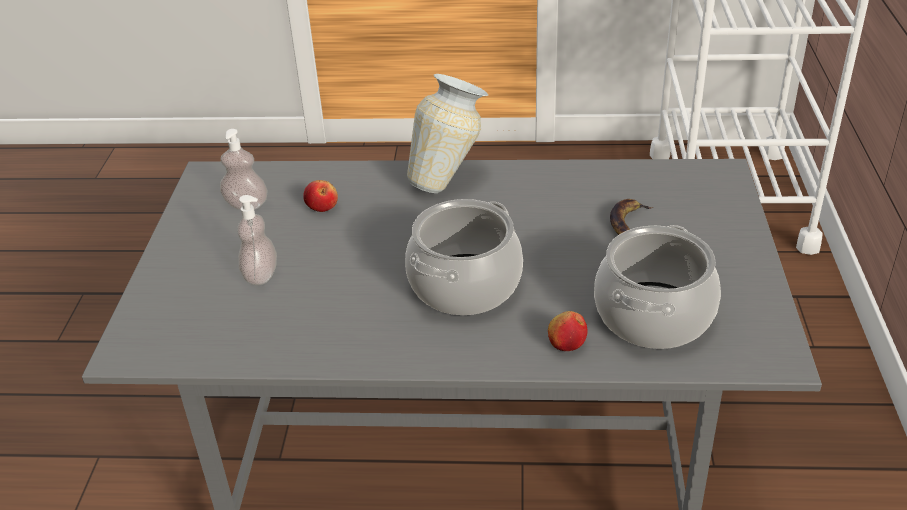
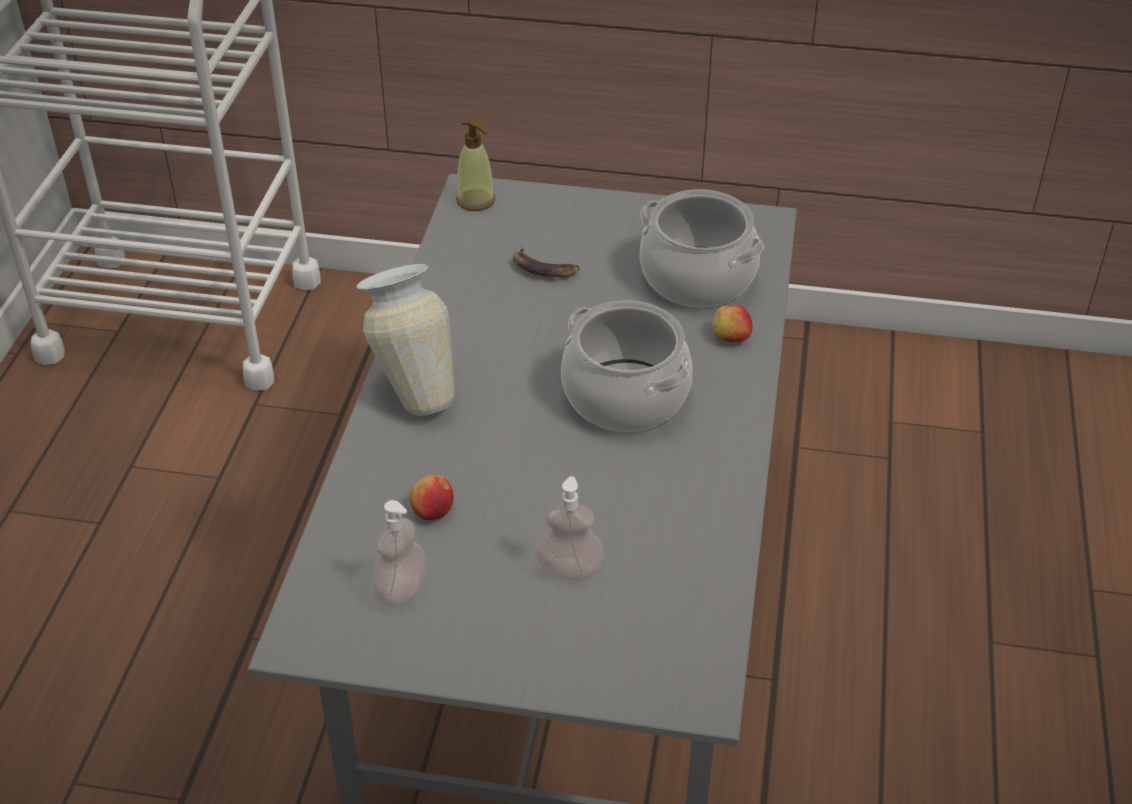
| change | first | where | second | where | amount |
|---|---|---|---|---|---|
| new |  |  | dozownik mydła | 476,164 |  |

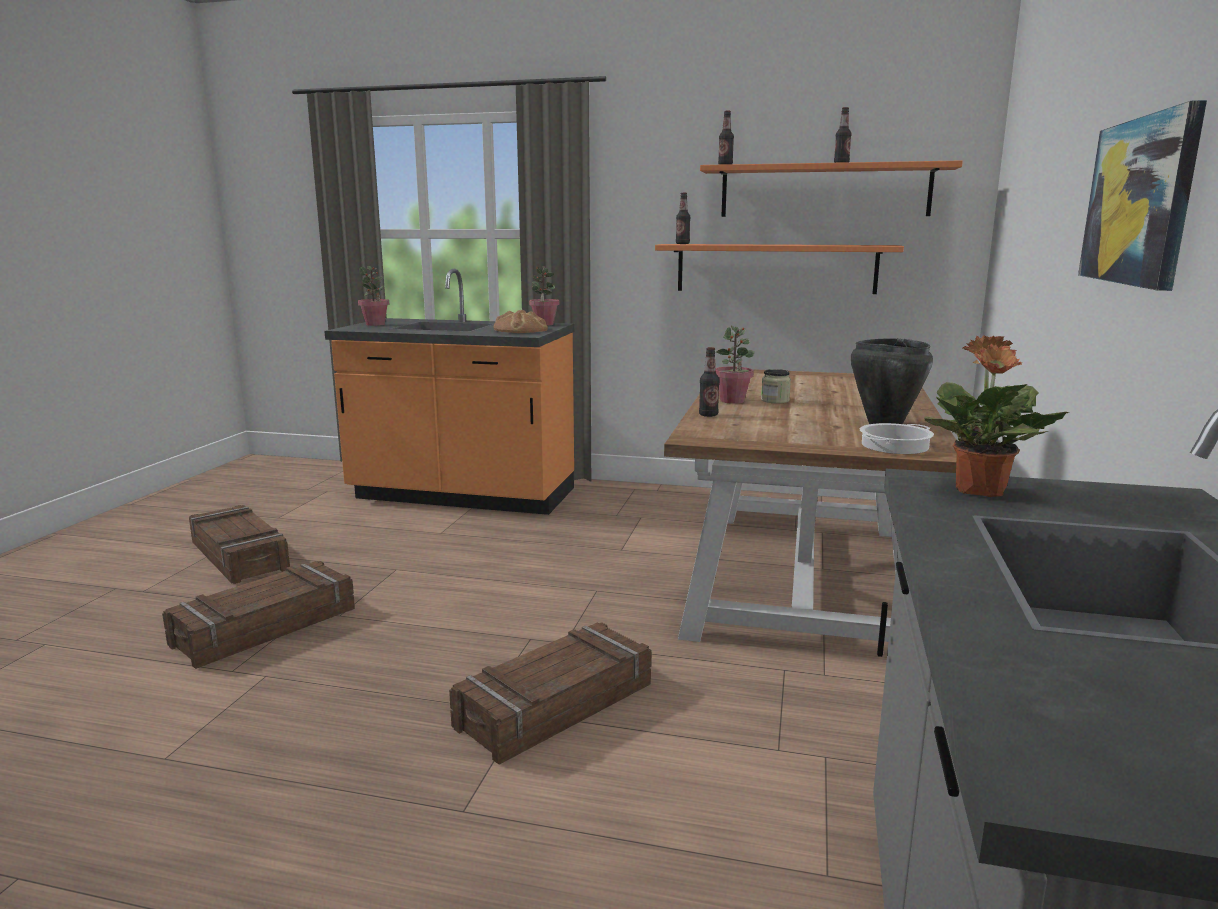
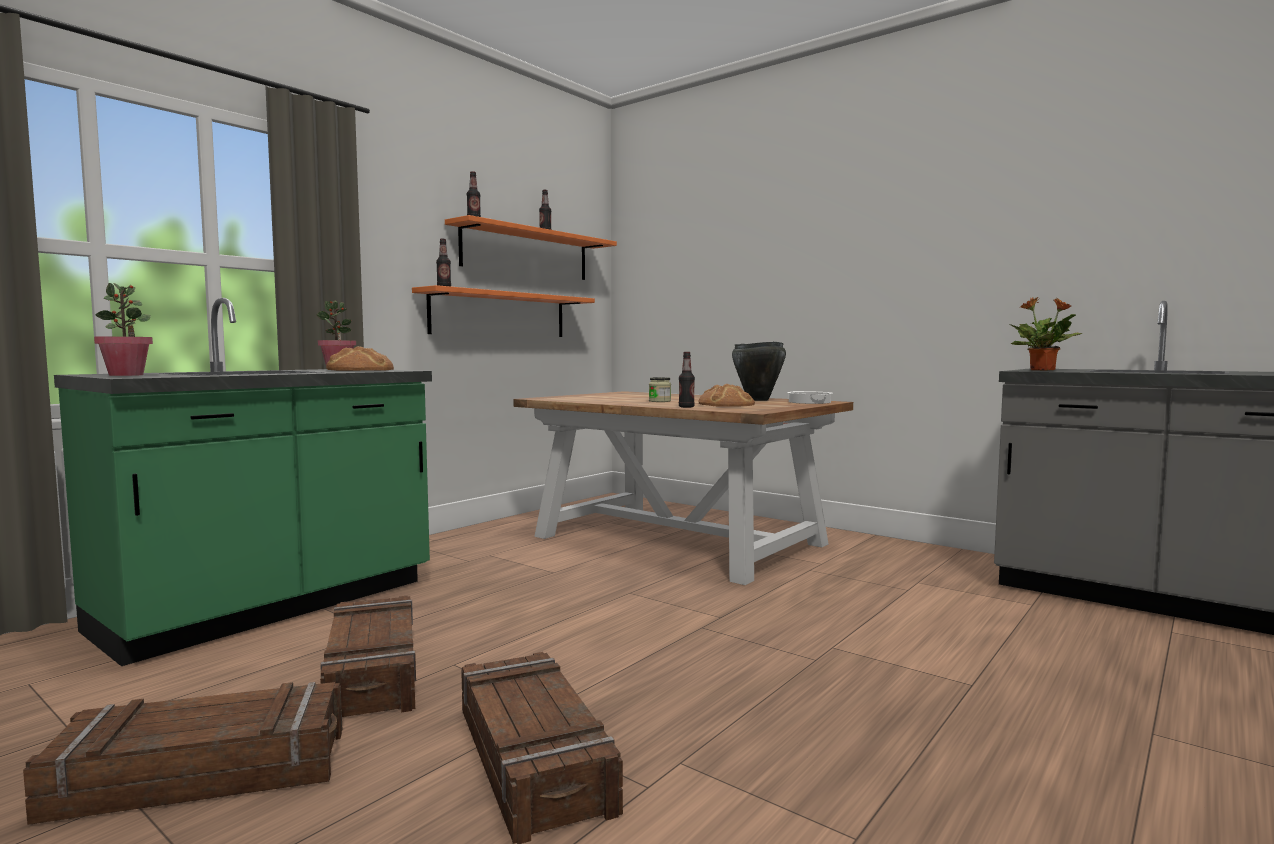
| change | first | where | second | where | amount |
|---|---|---|---|---|---|
| repainted | zabudowa kuchenna (pomarańczowy) | 449,392 | zabudowa kuchenna (zielony) | 243,482 |  |
| shifted | skrzynka | 550,693 |  | 368,656 |  |
| new |  |  | chleb | 726,395 |  |
| gone | roślina doniczkowa | 735,365 |  |  |  |
| gone | obraz | 1142,195 |  |  |  |

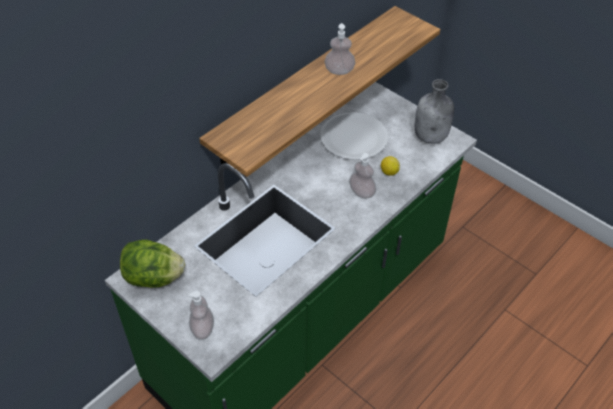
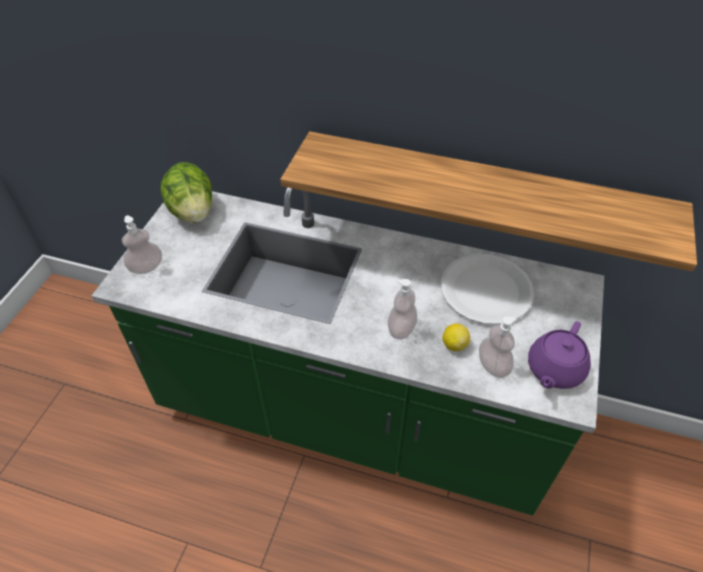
| change | first | where | second | where | amount |
|---|---|---|---|---|---|
| shifted | dozownik mydła | 340,49 |  | 497,347 |  |
| swapped | butelka (szary) | 434,111 | imbryk (fioletowy) | 559,355 |  |

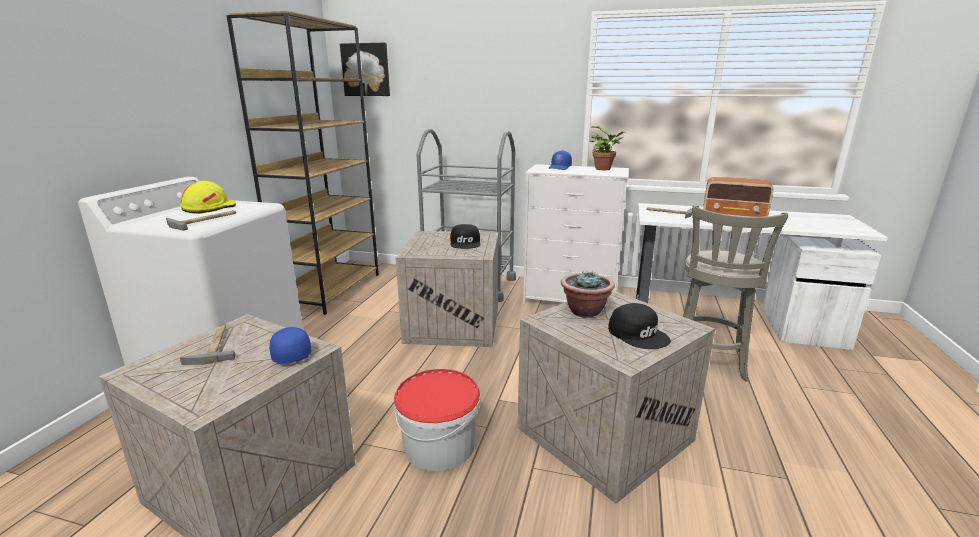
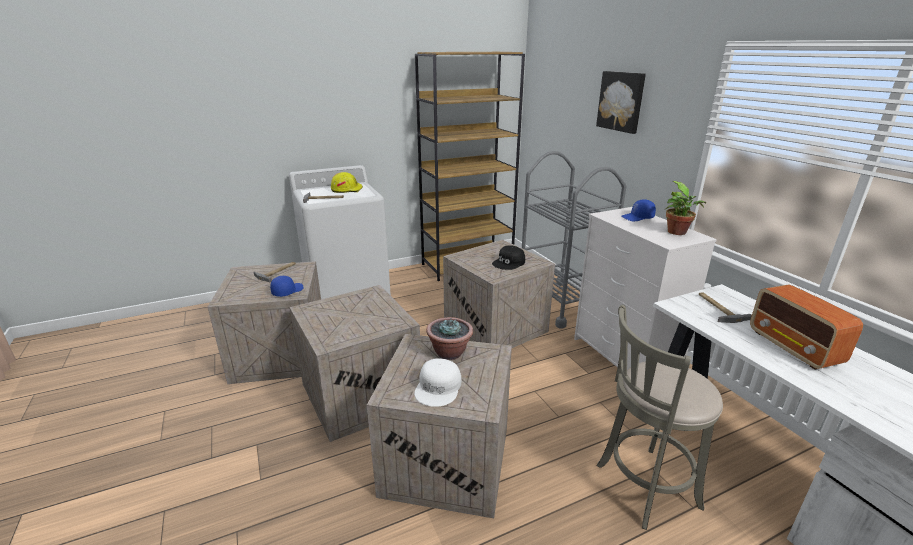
| change | first | where | second | where | amount |
|---|---|---|---|---|---|
| swapped | wiadro | 437,420 | skrzynka | 355,363 |  |
| repainted | czapka z daszkiem (czarny) | 639,326 | czapka z daszkiem (biały) | 437,383 |  |
| shifted | obraz | 365,69 |  | 621,102 |  |

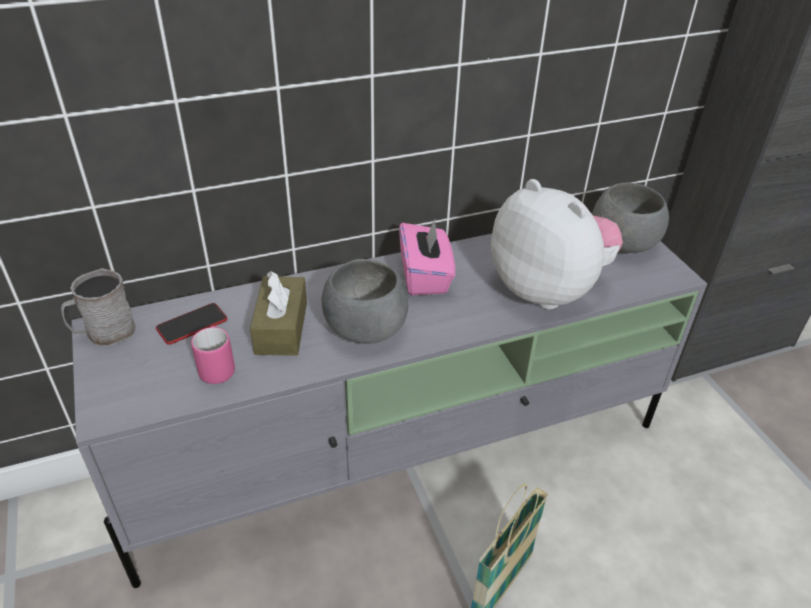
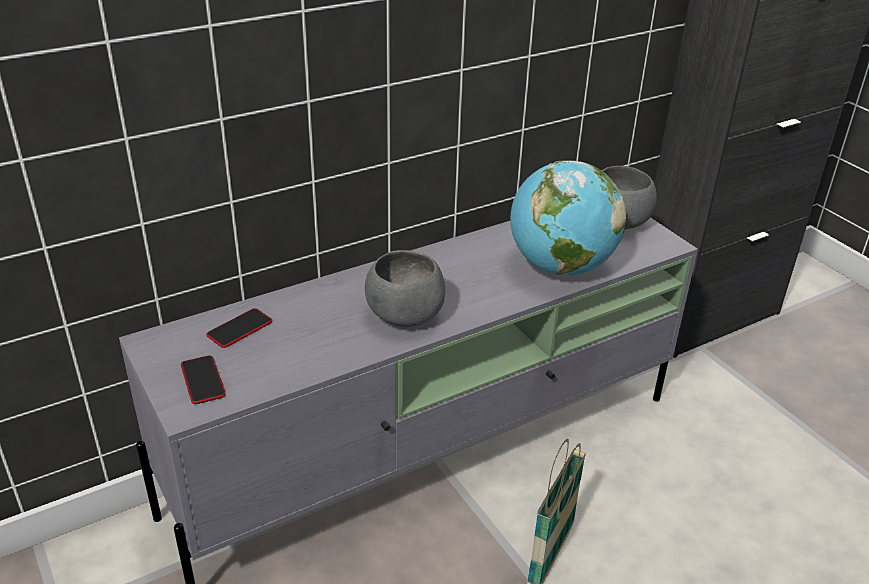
| change | first | where | second | where | amount |
|---|---|---|---|---|---|
| new |  |  | telefon | 203,380 |  |
| swapped | pluszak | 557,244 | globus | 568,217 |  |
| gone | kubek (szary) | 98,307 |  |  |  |
| gone | kubek (różowy) | 213,355 |  |  |  |
| gone | pudełko chusteczek (brązowy) | 278,313 |  |  |  |
| gone | pudełko chusteczek (różowy) | 427,257 |  |  |  |

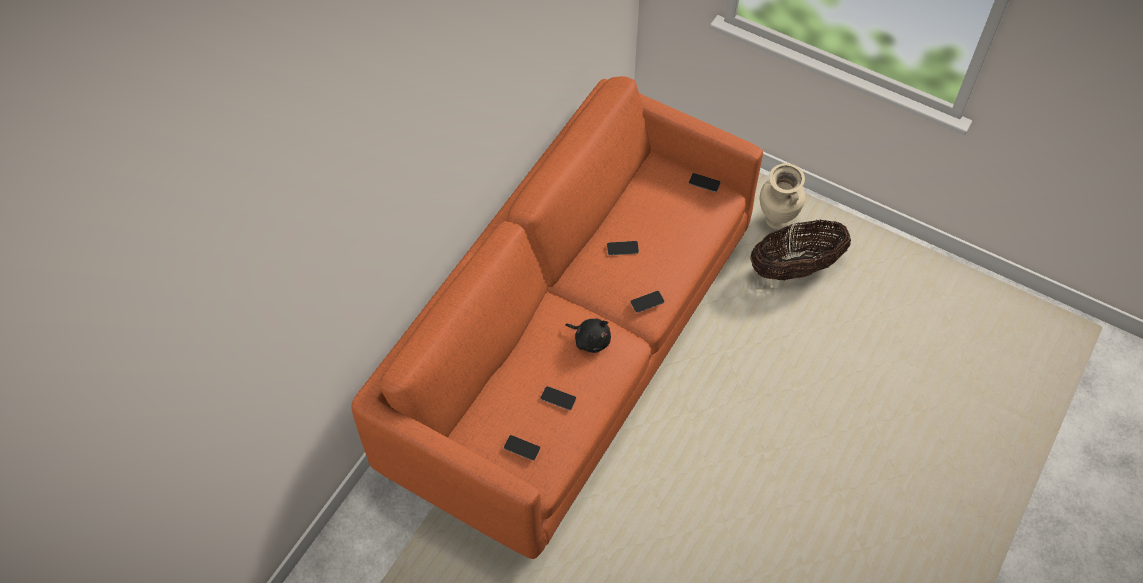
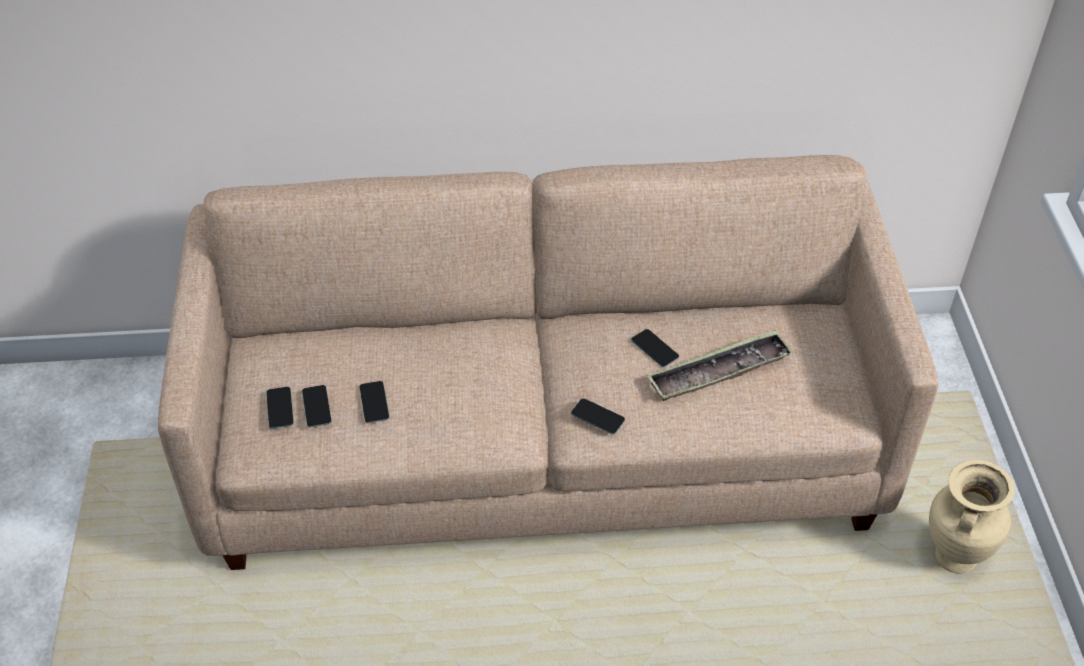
| change | first | where | second | where | amount |
|---|---|---|---|---|---|
| repainted | kanapa (pomarańczowy) | 557,317 | kanapa (beżowy) | 548,362 |  |
| shifted | telefon | 705,182 |  | 317,406 |  |
| new |  |  | taca | 720,365 |  |
| gone | pluszak (czarny) | 588,336 |  |  |  |
| gone | koszyk | 800,250 |  |  |  |

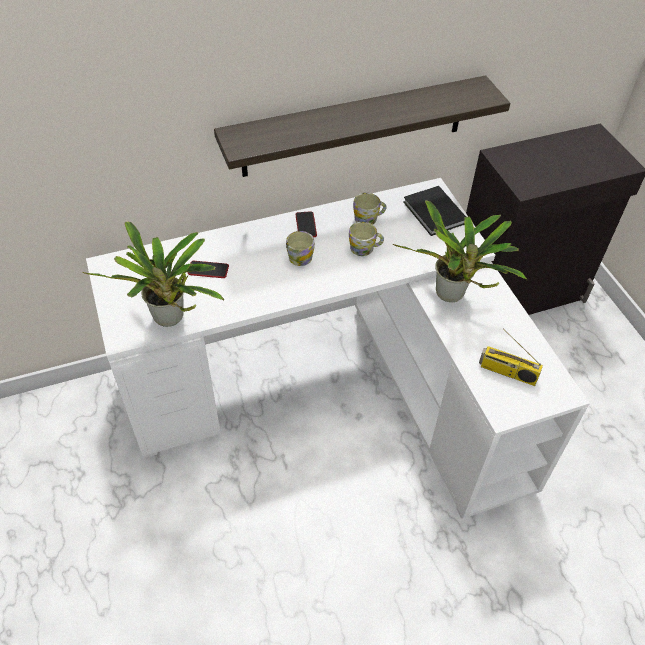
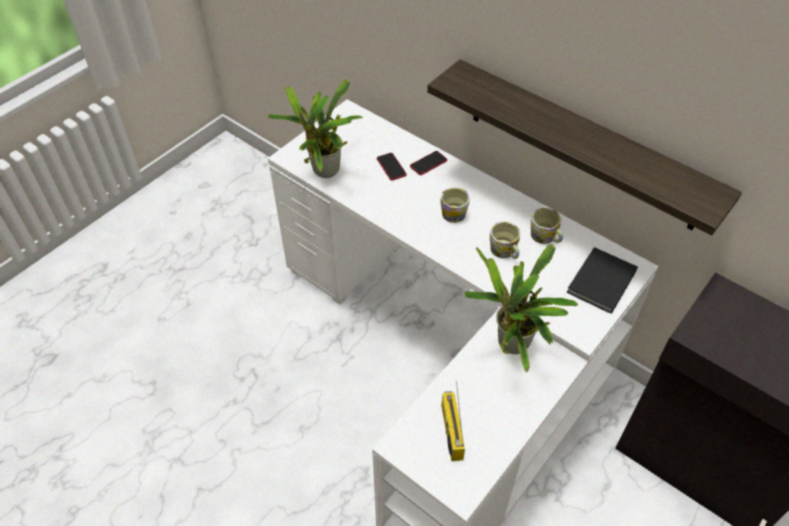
| change | first | where | second | where | amount |
|---|---|---|---|---|---|
| shifted | telefon | 306,224 |  | 428,163 |  |

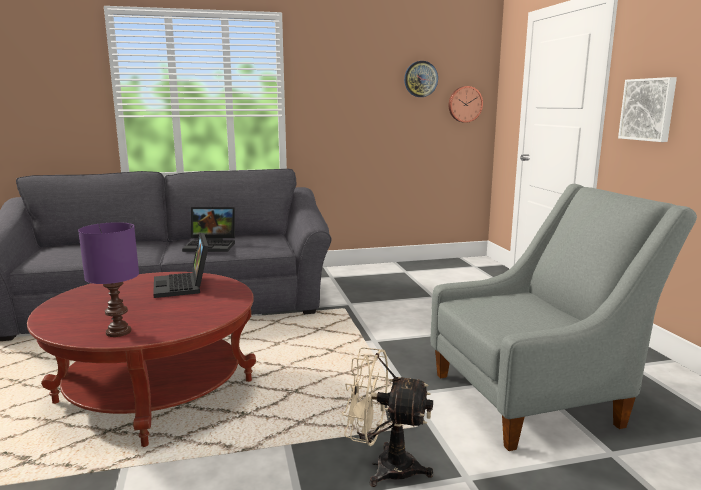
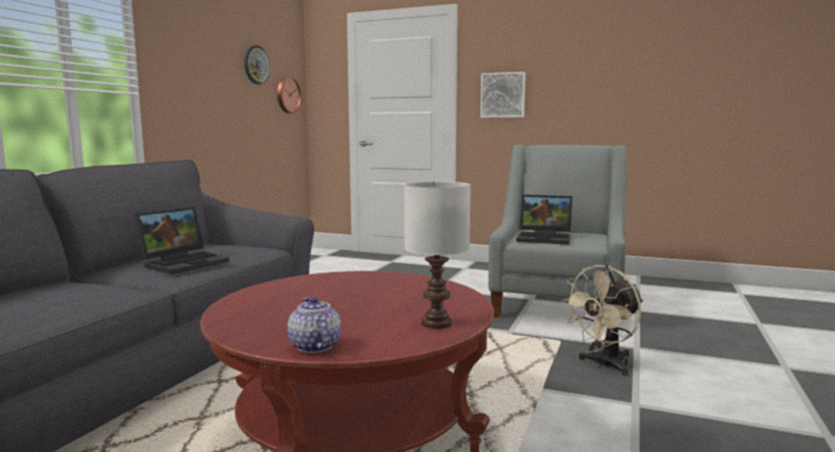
| change | first | where | second | where | amount |
|---|---|---|---|---|---|
| new |  |  | imbryk | 314,325 |  |
| repainted | lampa stołowa (fioletowy) | 108,279 | lampa stołowa (biały) | 437,255 |  |
| shifted | laptop | 181,265 |  | 544,220 |  |

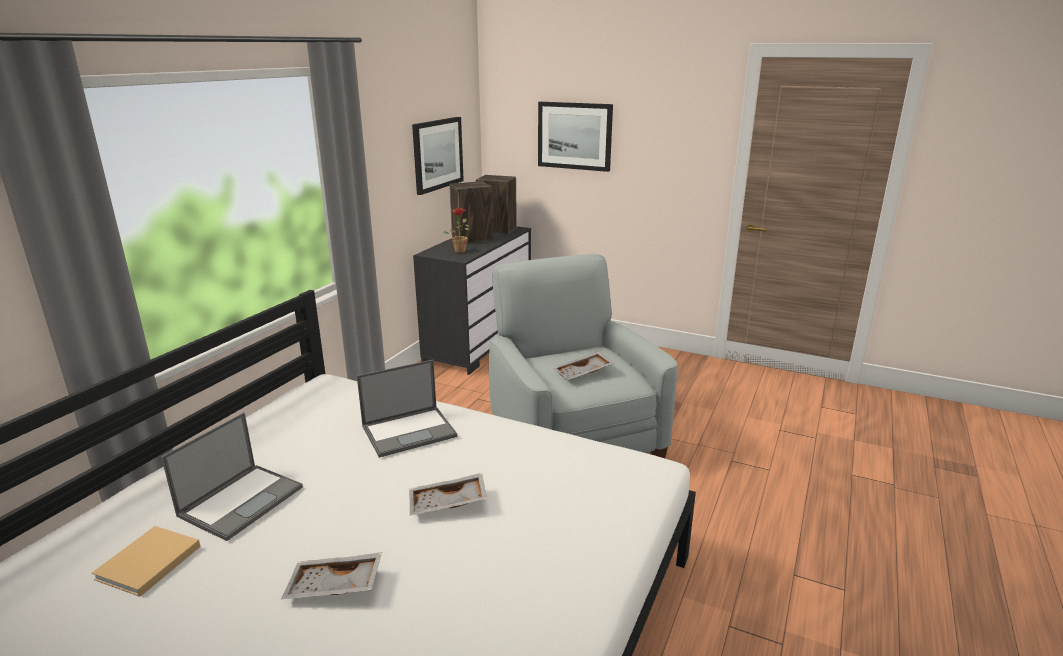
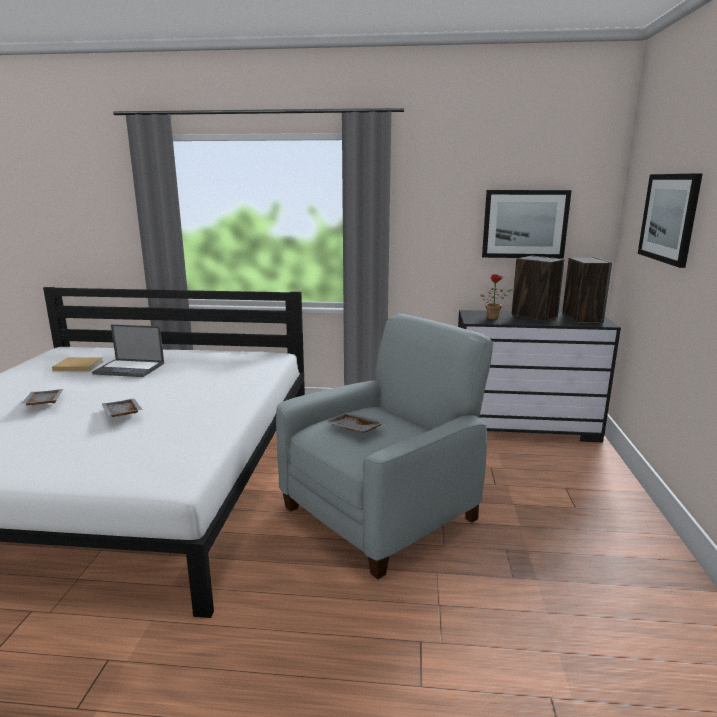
| change | first | where | second | where | amount |
|---|---|---|---|---|---|
| gone | laptop | 407,409 |  |  |  |

